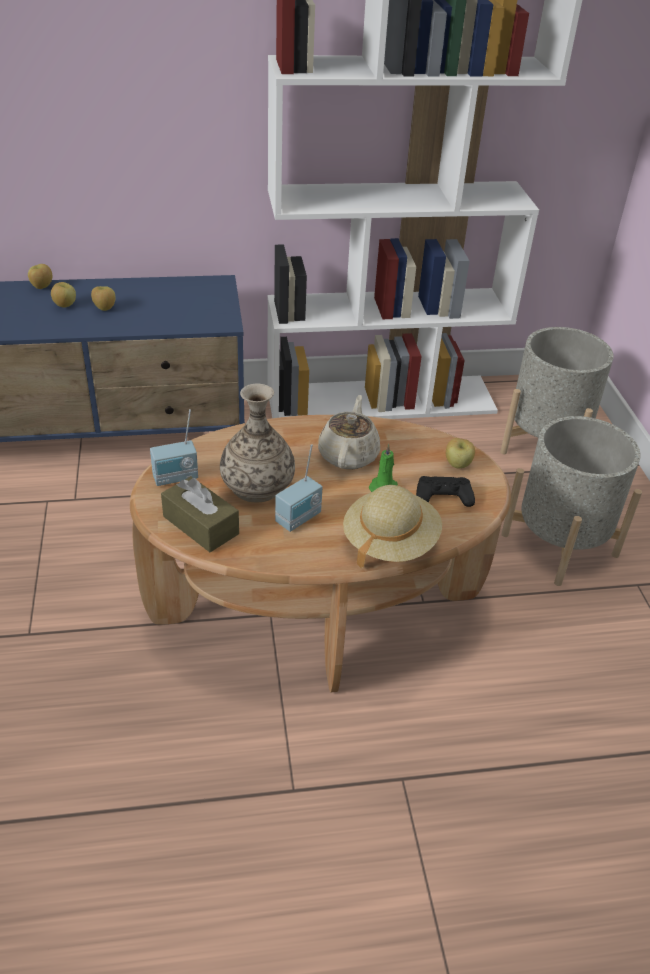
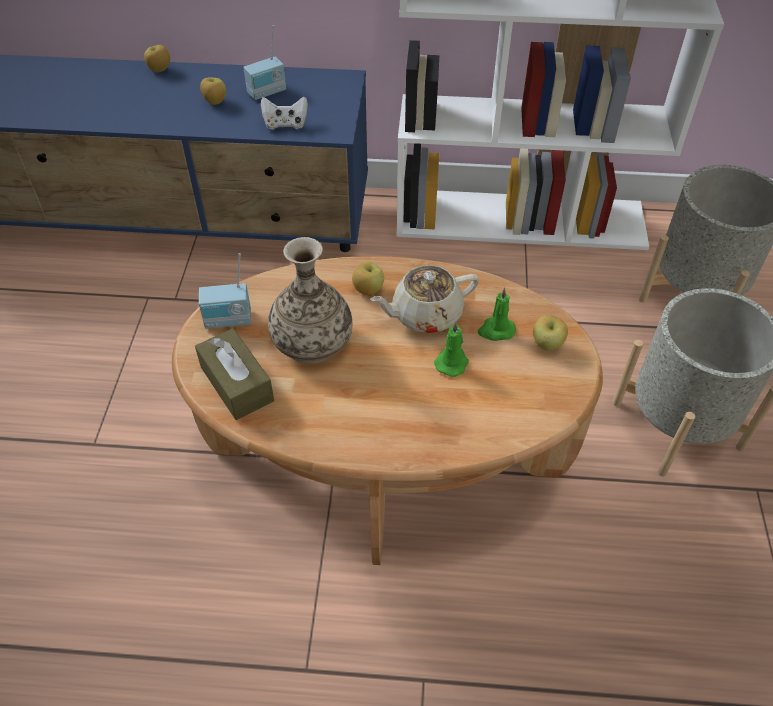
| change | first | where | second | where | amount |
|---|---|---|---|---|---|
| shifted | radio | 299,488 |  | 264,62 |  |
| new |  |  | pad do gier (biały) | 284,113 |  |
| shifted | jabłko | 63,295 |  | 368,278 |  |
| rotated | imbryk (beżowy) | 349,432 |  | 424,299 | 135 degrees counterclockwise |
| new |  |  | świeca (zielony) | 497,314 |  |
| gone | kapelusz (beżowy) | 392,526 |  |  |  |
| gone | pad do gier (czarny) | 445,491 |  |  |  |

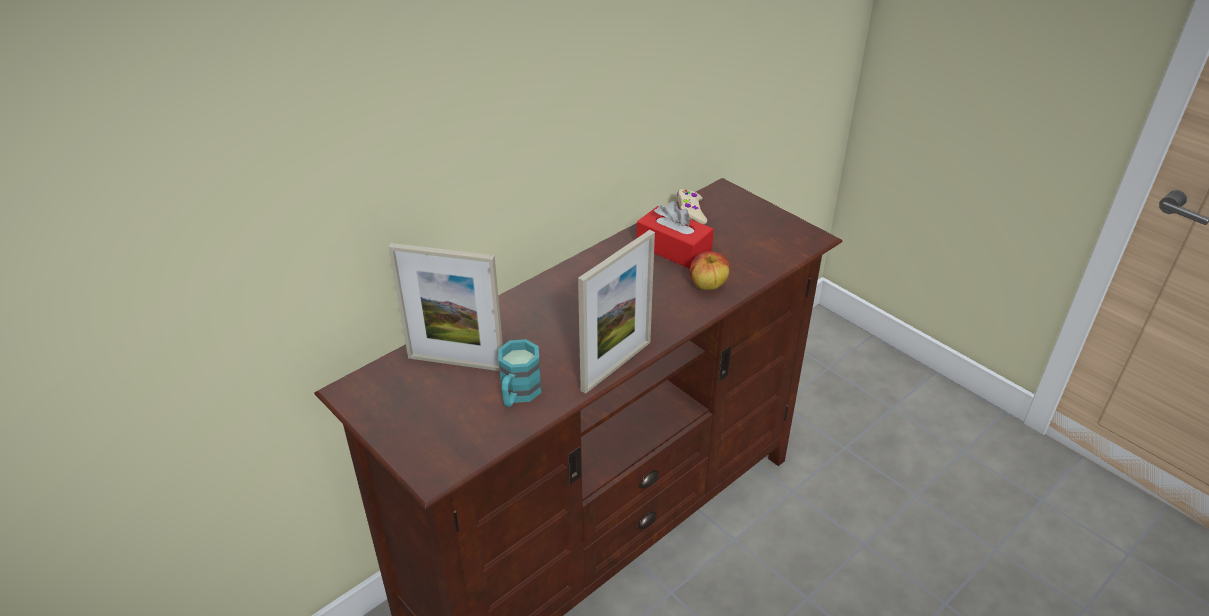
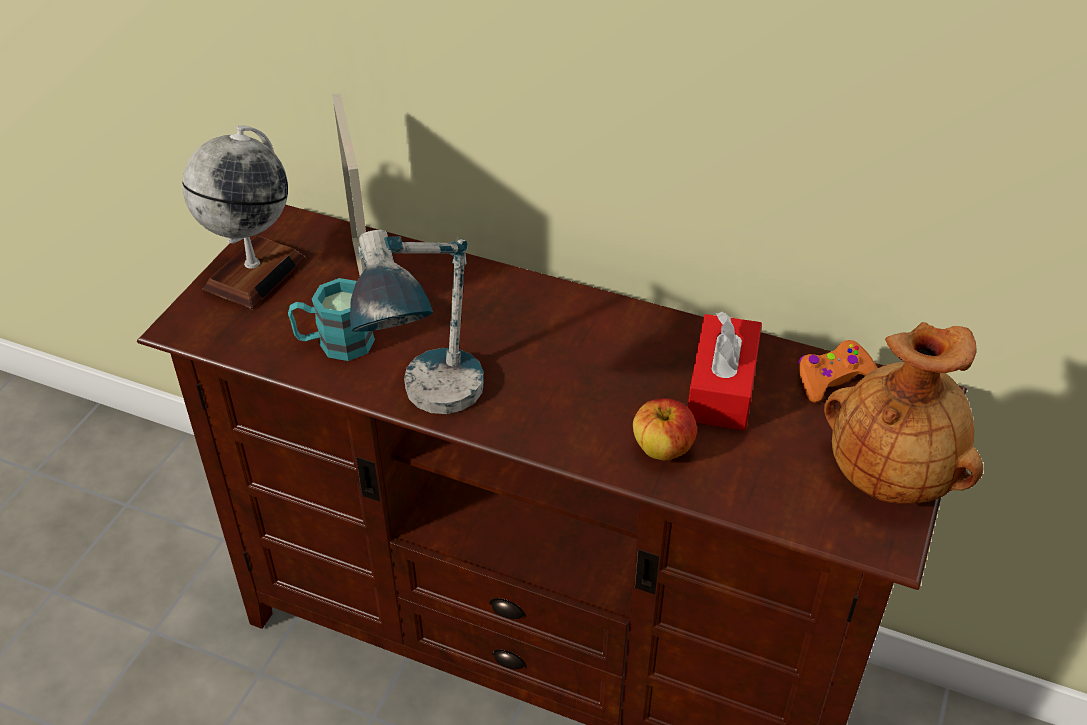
| change | first | where | second | where | amount |
|---|---|---|---|---|---|
| new |  |  | globus | 244,218 |  |
| swapped | ramka na zdjęcie | 616,312 | lampa stołowa | 417,322 |  |
| repainted | pad do gier (beżowy) | 692,206 | pad do gier (pomarańczowy) | 837,371 |  |
| new |  |  | wazon (brązowy) | 903,413 |  |

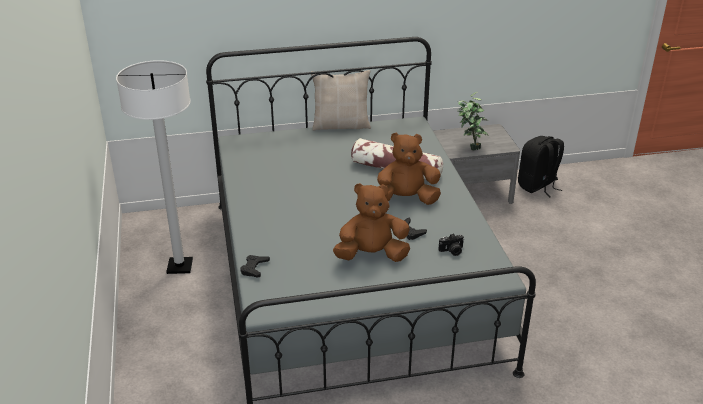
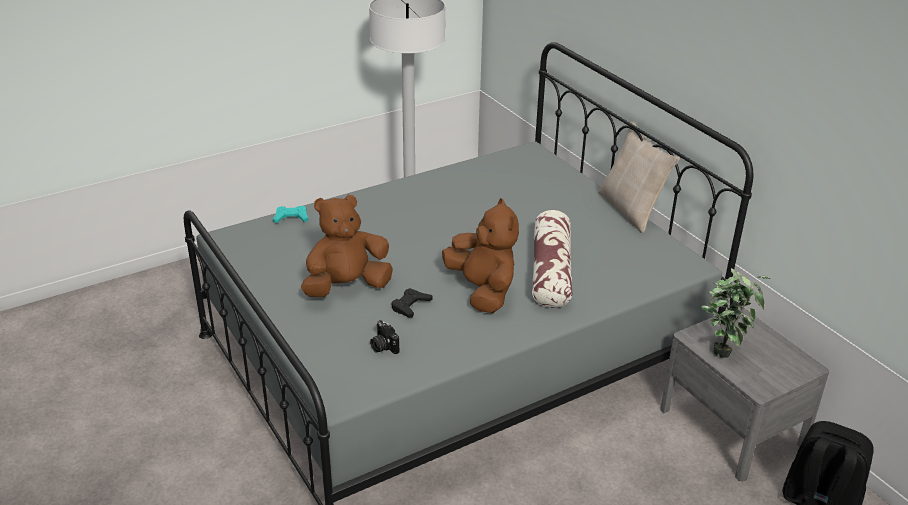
| change | first | where | second | where | amount |
|---|---|---|---|---|---|
| repainted | pad do gier (czarny) | 255,266 | pad do gier (turkusowy) | 291,214 |  |
| rotated | pluszak (brązowy) | 371,222 |  | 347,246 | 90 degrees counterclockwise |

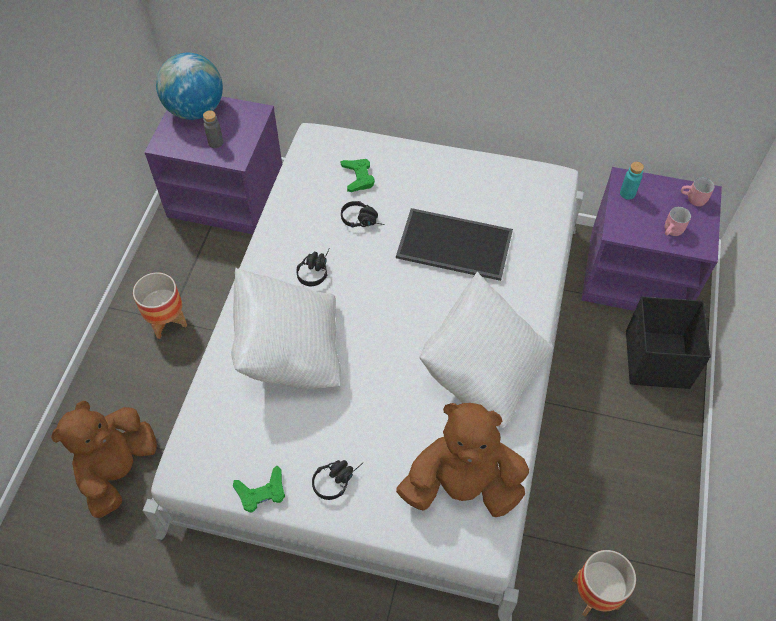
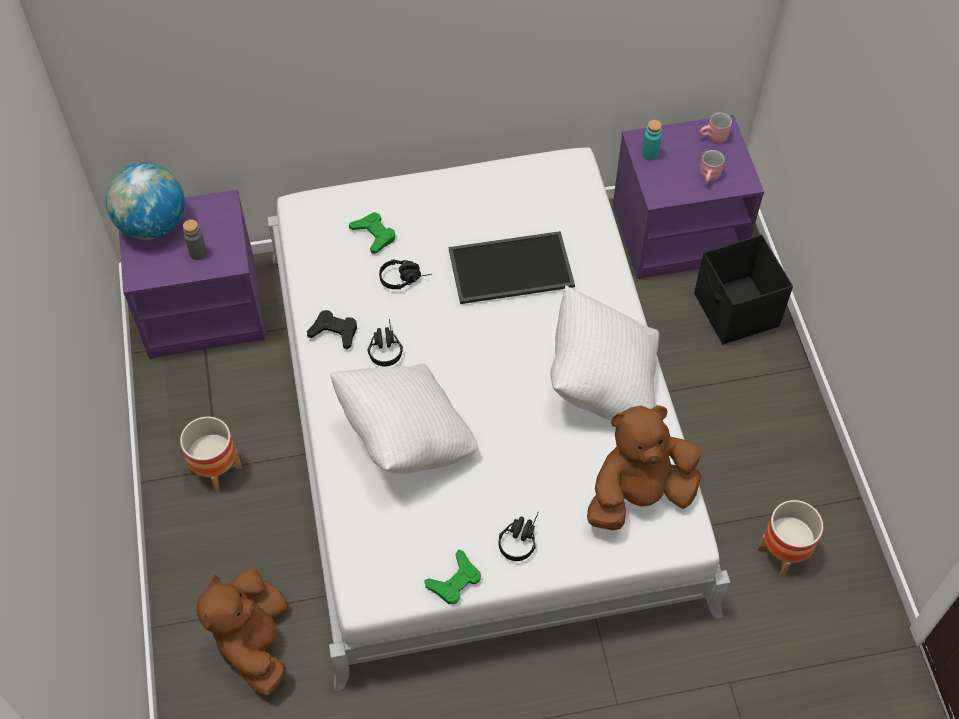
| change | first | where | second | where | amount |
|---|---|---|---|---|---|
| new |  |  | pad do gier (czarny) | 332,329 |  |

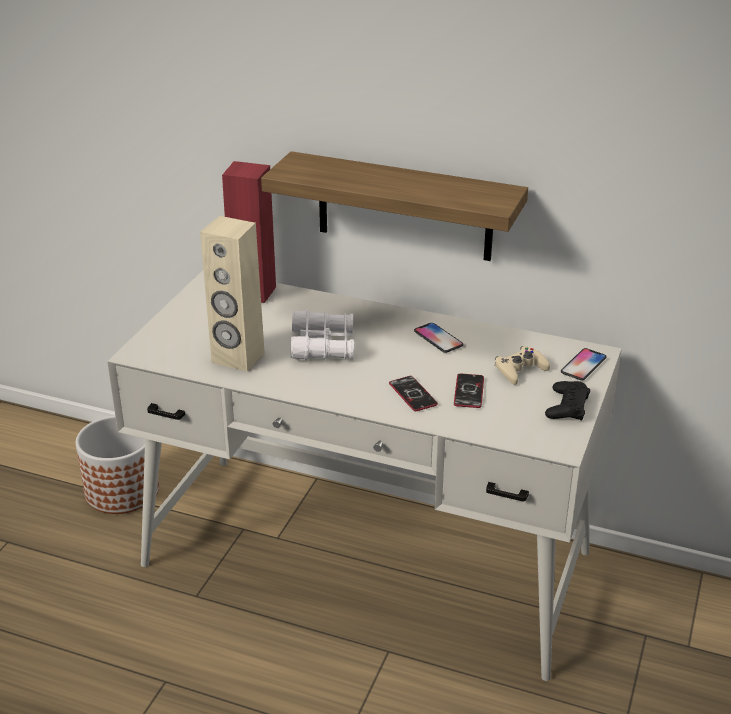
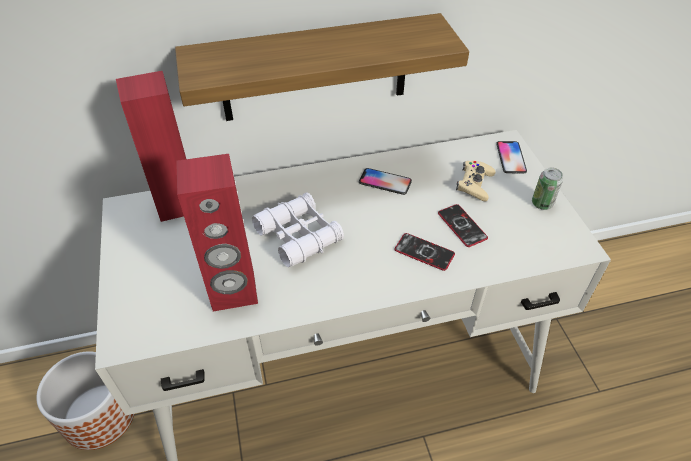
| change | first | where | second | where | amount |
|---|---|---|---|---|---|
| repainted | głośnik (beżowy) | 232,294 | głośnik (czerwony) | 217,232 |  |
| swapped | pad do gier (czarny) | 567,401 | puszka | 547,188 |  |

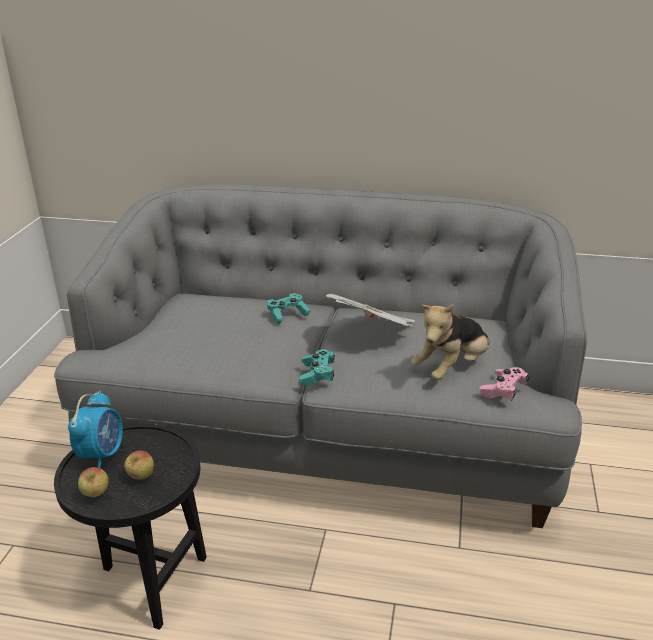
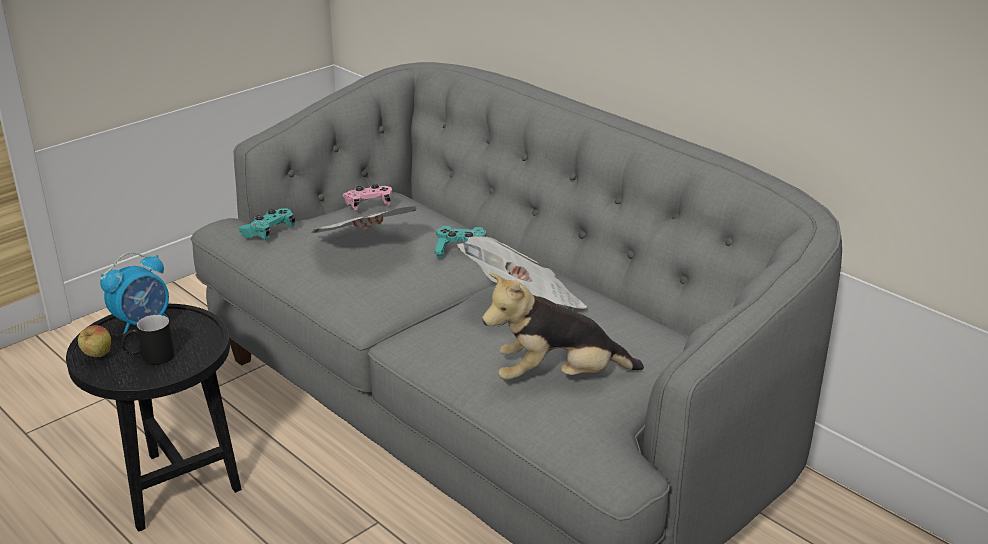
| change | first | where | second | where | amount |
|---|---|---|---|---|---|
| swapped | jabłko | 139,465 | kubek (czarny) | 148,340 |  |
| shifted | pad do gier (turkusowy) | 317,367 |  | 266,224 |  |
| new |  |  | gazeta | 364,219 |  |
| shifted | pad do gier (różowy) | 504,384 |  | 367,197 |  |

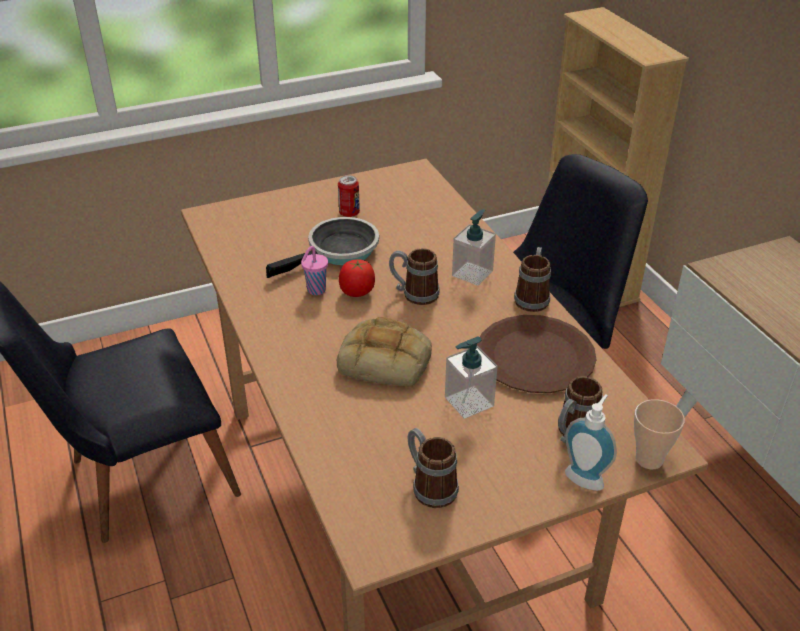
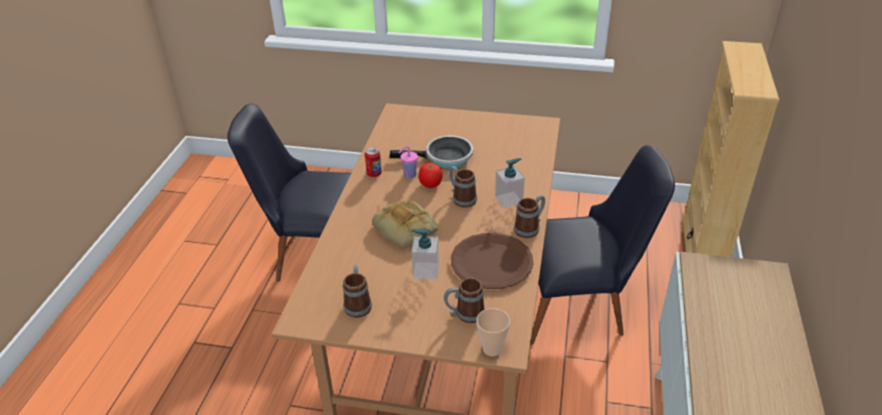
| change | first | where | second | where | amount |
|---|---|---|---|---|---|
| shifted | puszka | 349,196 |  | 373,162 |  |
| gone | dozownik mydła | 591,442 |  |  |  |

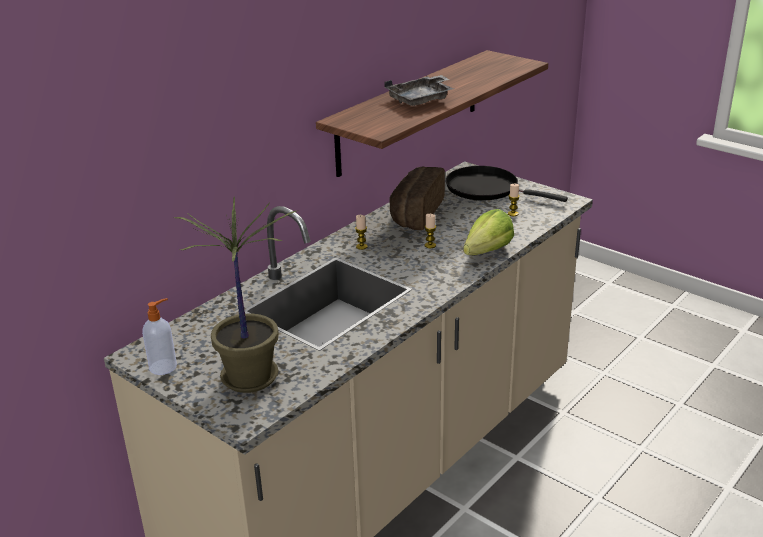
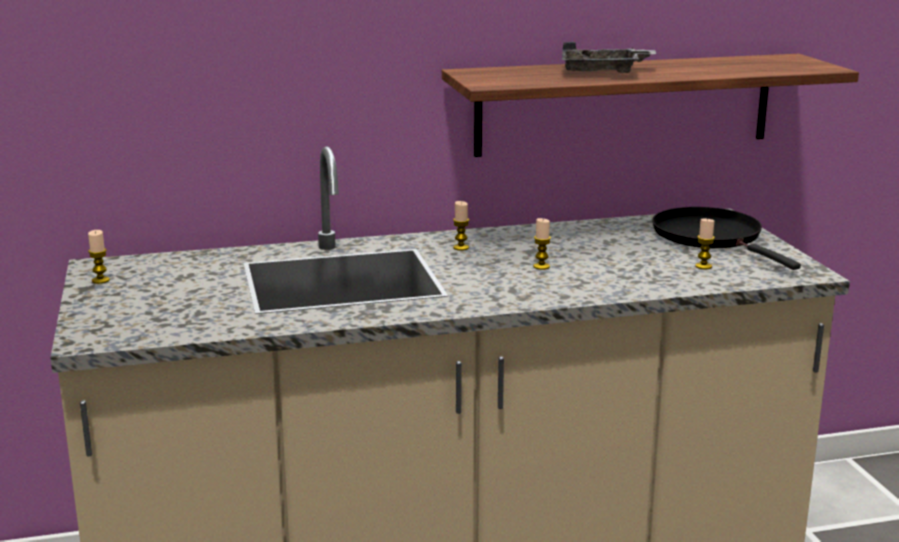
| change | first | where | second | where | amount |
|---|---|---|---|---|---|
| swapped | dozownik mydła | 159,336 | świeca | 99,257 |  |
| gone | roślina doniczkowa | 235,295 |  |  |  |
| gone | chleb | 417,198 |  |  |  |
| gone | sałata | 488,232 |  |  |  |

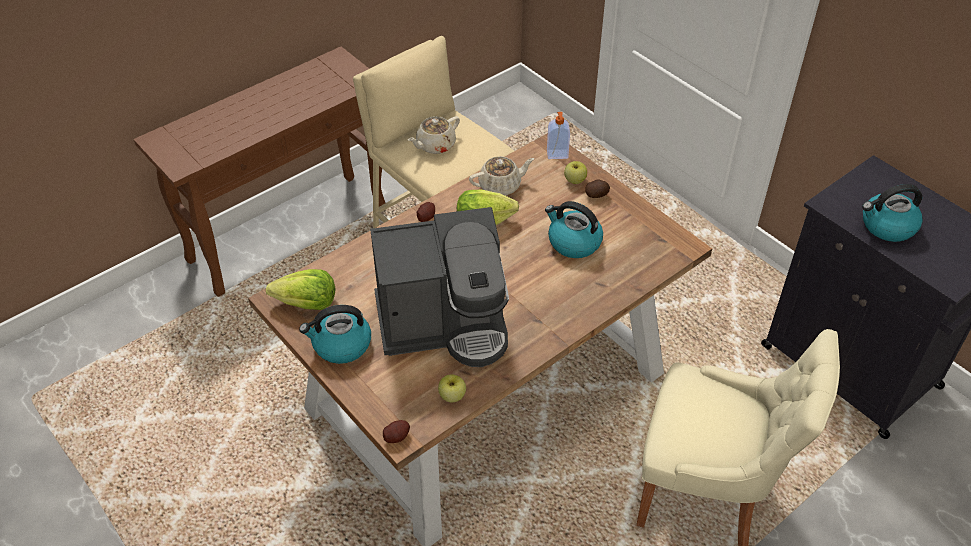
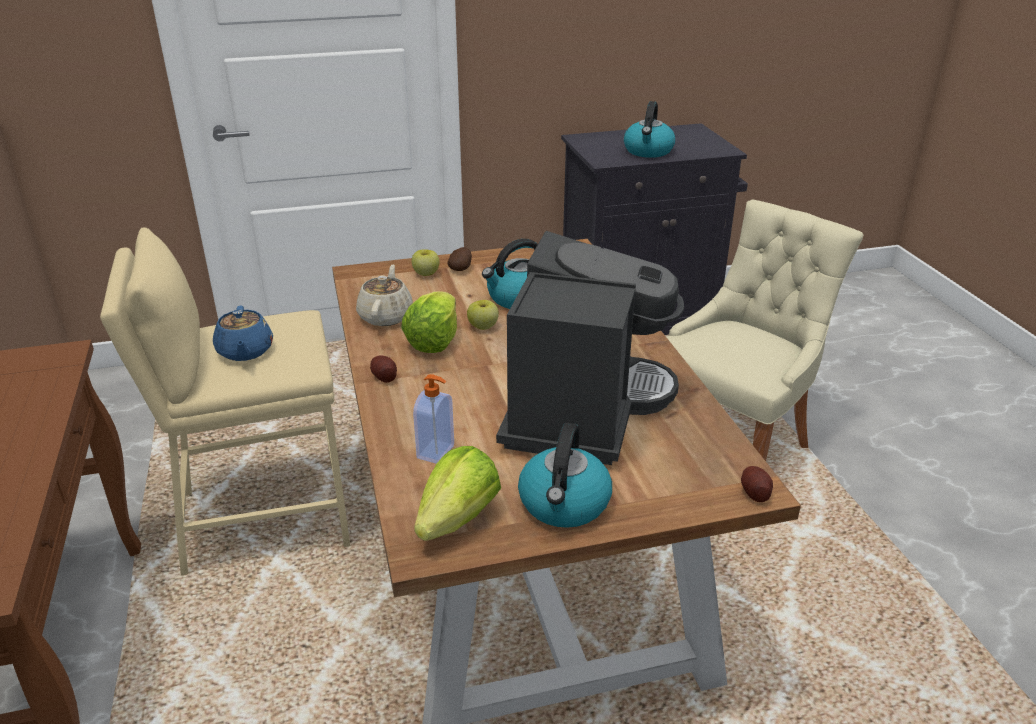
| change | first | where | second | where | amount |
|---|---|---|---|---|---|
| repainted | imbryk (beżowy) | 434,135 | imbryk (niebieski) | 243,333 |  |
| shifted | dozownik mydła | 558,135 |  | 433,419 |  |
| shifted | jabłko | 452,388 |  | 483,315 |  |

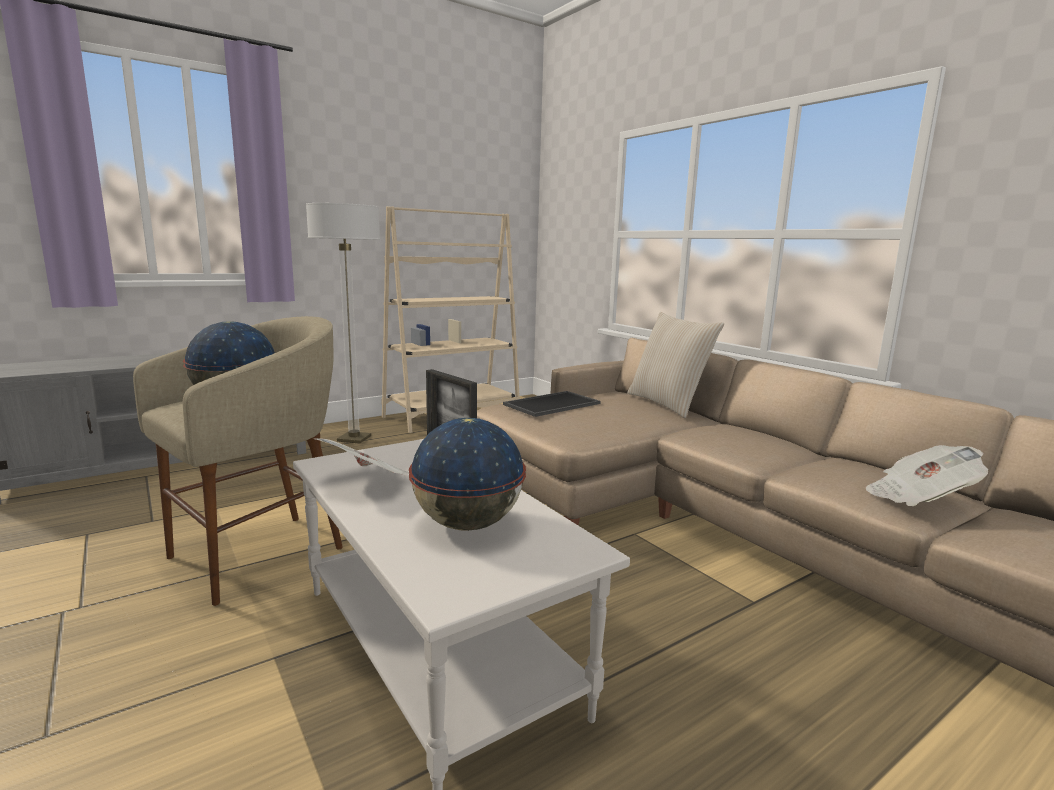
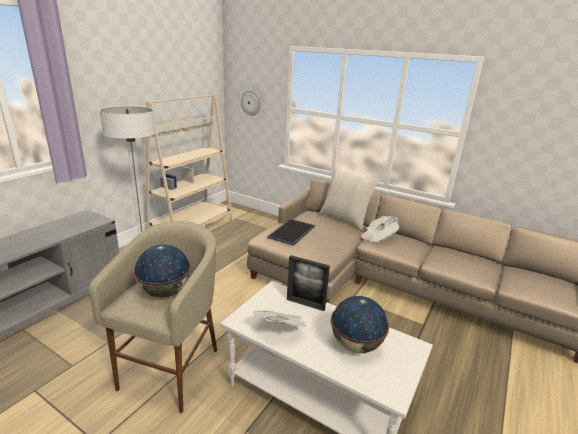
| change | first | where | second | where | amount |
|---|---|---|---|---|---|
| new |  |  | zegar ścienny | 251,103 |  |
| shifted | gazeta | 927,475 |  | 380,229 |  |

